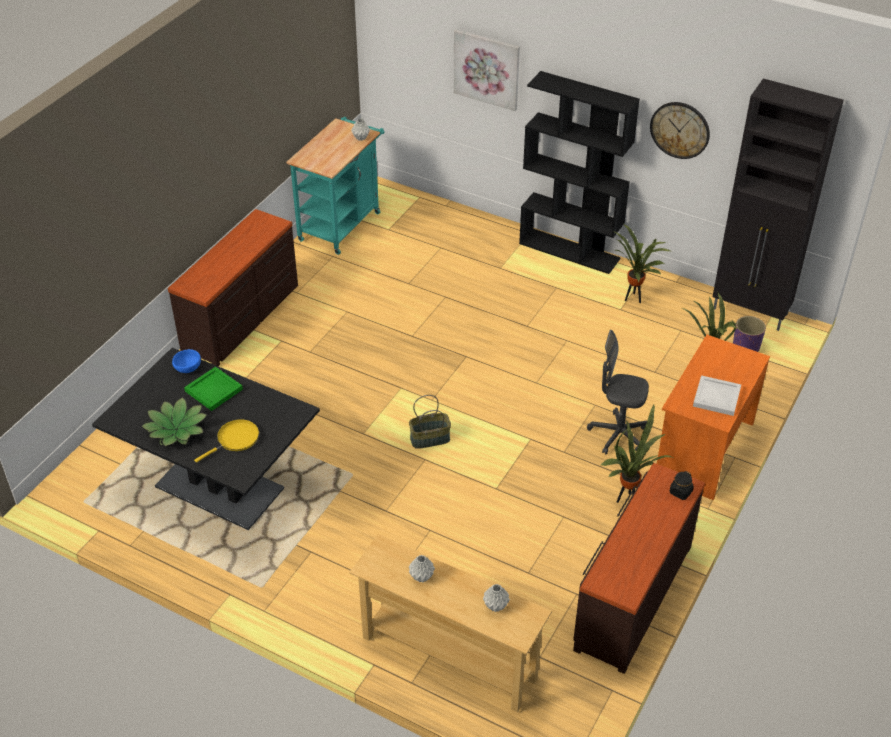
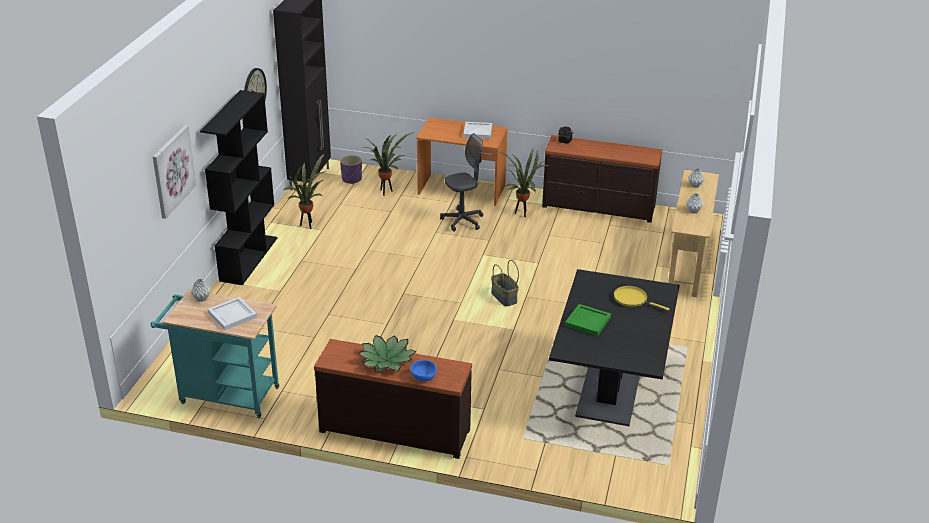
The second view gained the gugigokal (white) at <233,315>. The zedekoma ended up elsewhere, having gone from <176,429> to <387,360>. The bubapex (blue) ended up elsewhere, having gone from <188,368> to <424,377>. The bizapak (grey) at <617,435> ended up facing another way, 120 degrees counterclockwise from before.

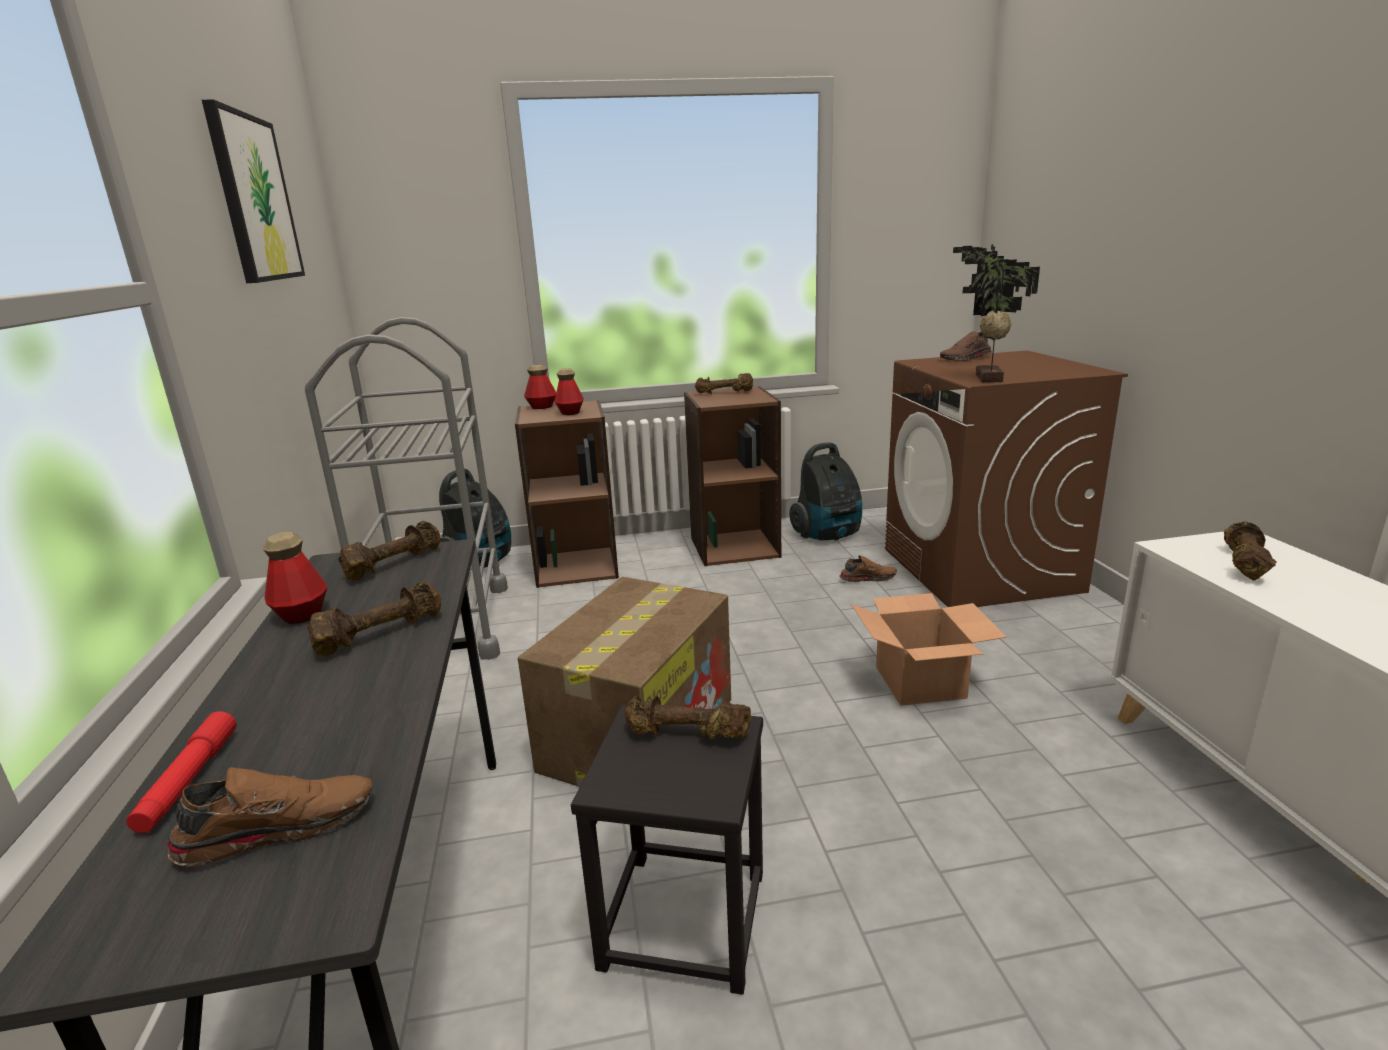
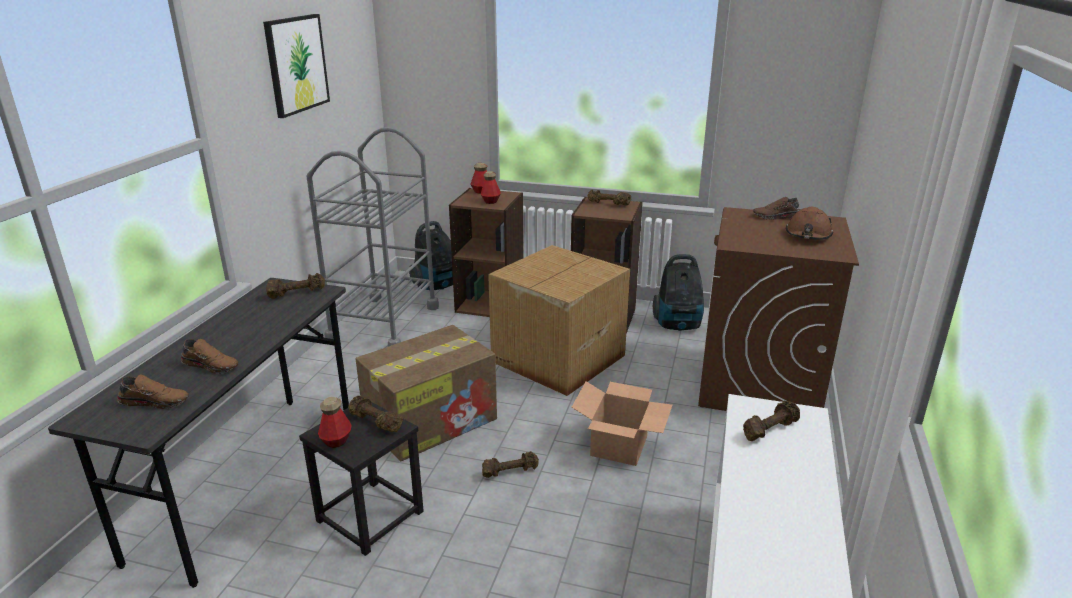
The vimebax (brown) ended up elsewhere, having gone from <867,578> to <212,365>. The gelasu ended up elsewhere, having gone from <302,614> to <336,441>. The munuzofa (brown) ended up elsewhere, having gone from <380,634> to <510,471>. The second view gained the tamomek at <556,358>. The second view gained the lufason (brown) at <808,235>. The second view lost the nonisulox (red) at <188,780>. The second view lost the zedekoma at <986,379>.

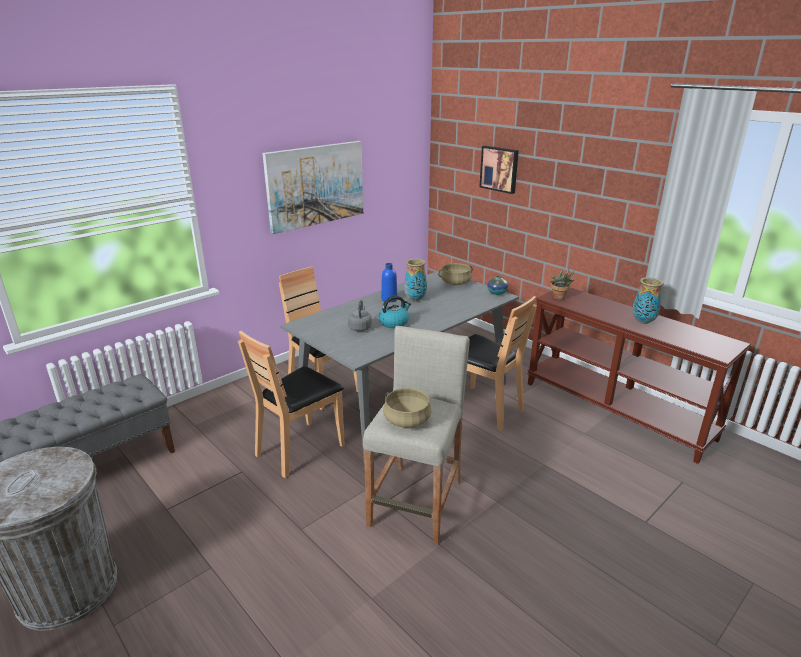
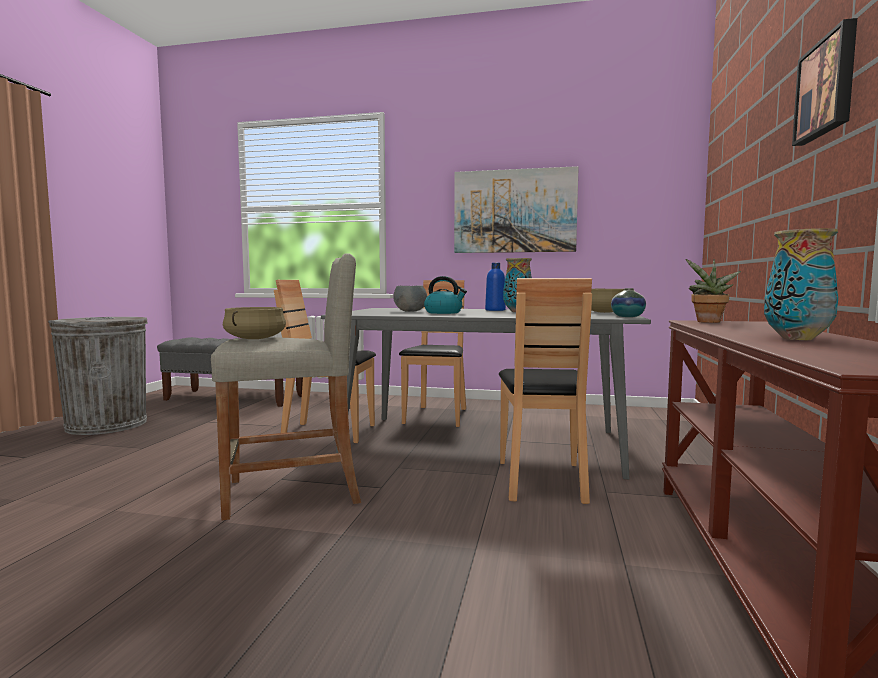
Where the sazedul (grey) stood at <360,327>, the bubapex (grey) came to stand at <410,311>. The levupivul ended up elsewhere, having gone from <499,169> to <827,87>.

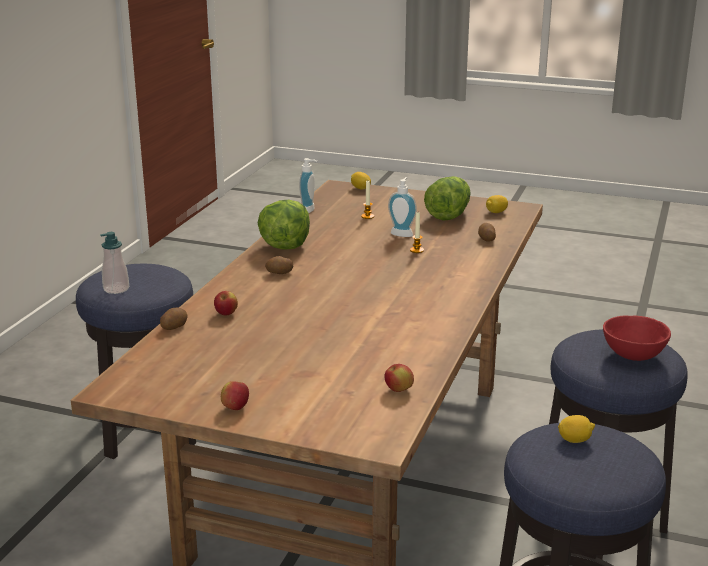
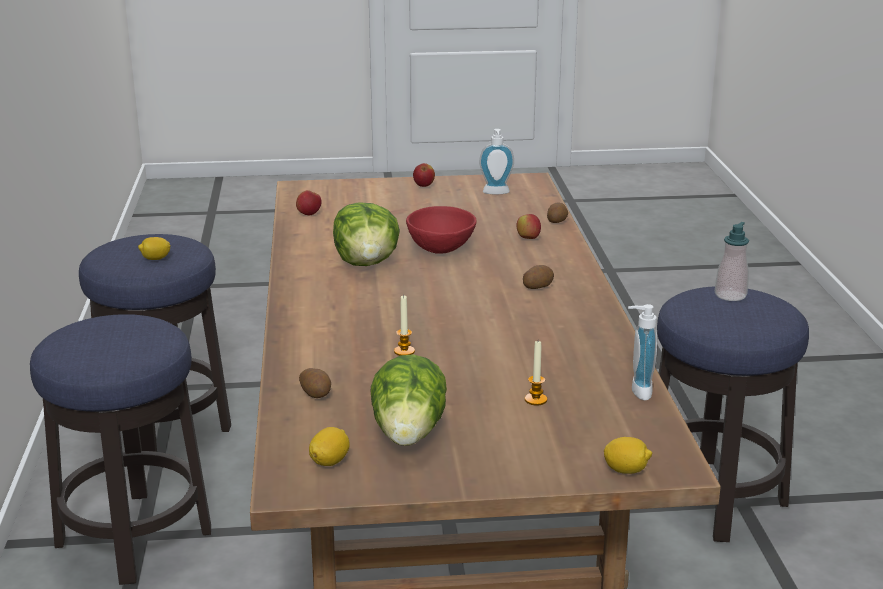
The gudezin ended up elsewhere, having gone from <284,246> to <367,263>. The bubapex (red) ended up elsewhere, having gone from <632,355> to <442,249>. The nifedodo ended up elsewhere, having gone from <402,233> to <496,193>.

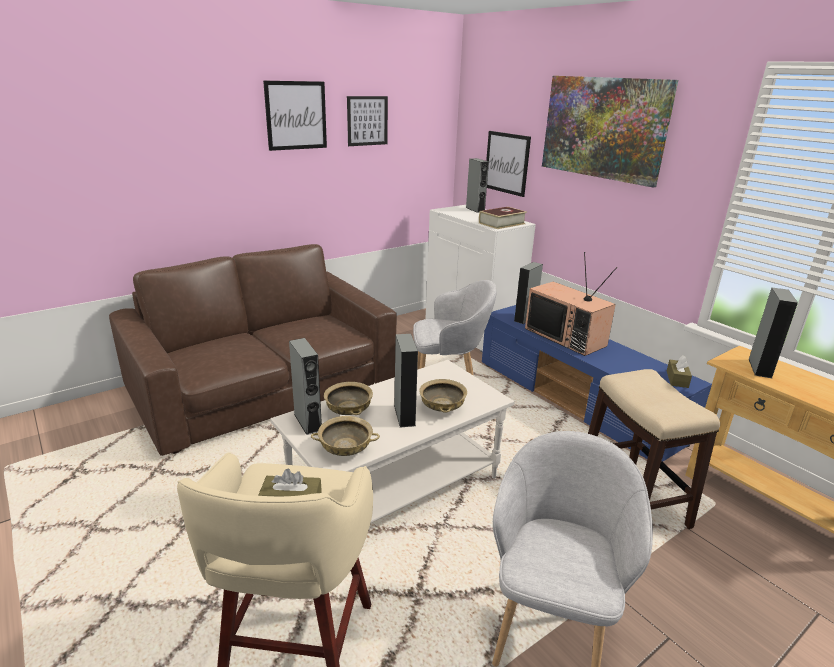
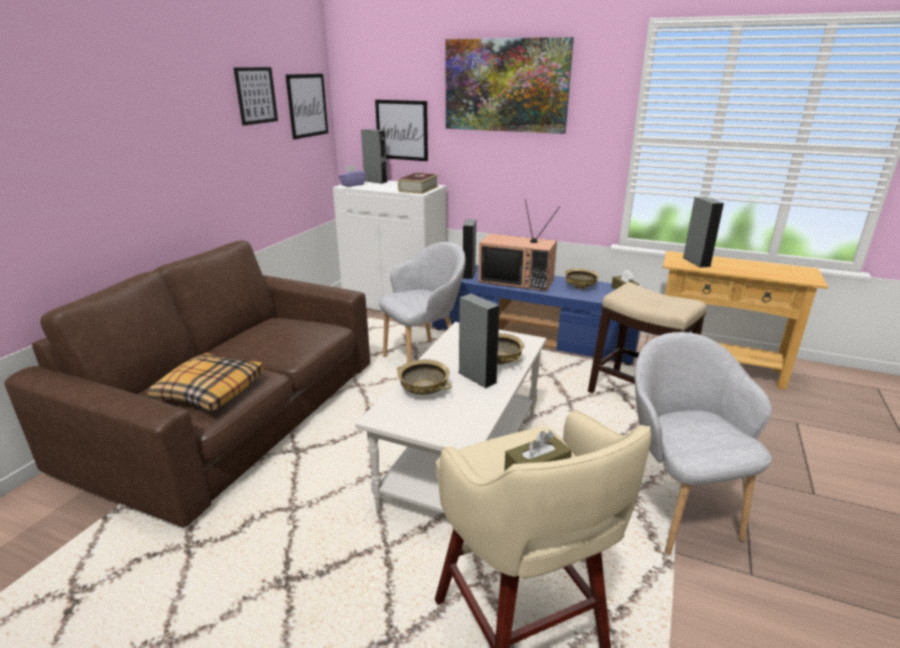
The second view gained the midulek at <209,391>. The levupivul ended up elsewhere, having gone from <296,115> to <307,105>. The second view gained the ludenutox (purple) at <352,185>. The bubapex (beige) ended up elsewhere, having gone from <346,449> to <580,286>. The second view lost the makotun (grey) at <308,422>.

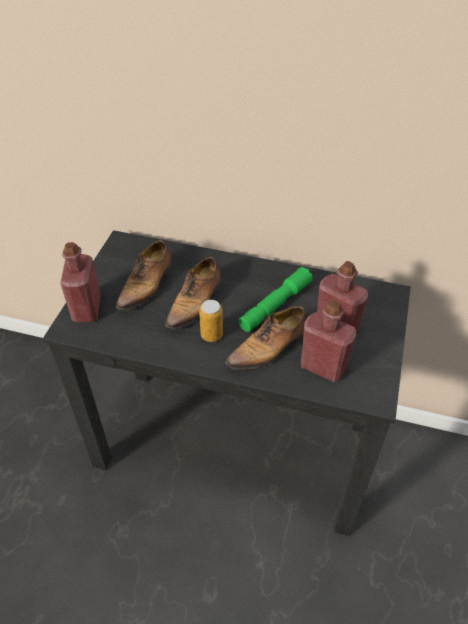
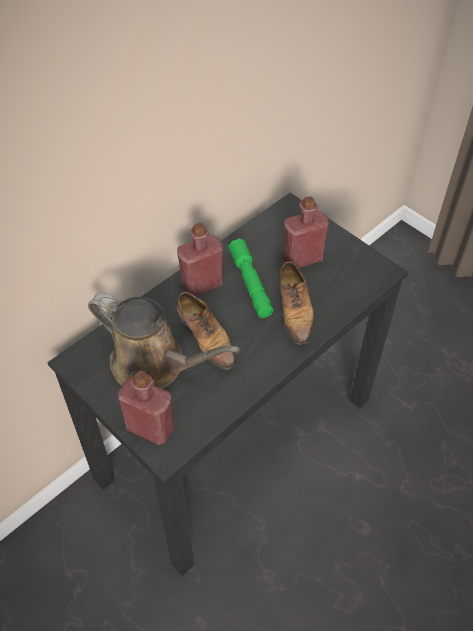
Where the vimebax stood at <147,285>, the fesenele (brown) came to stand at <154,365>. The gelasu (red) ended up elsewhere, having gone from <323,367> to <202,284>. The second view lost the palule at <211,335>.

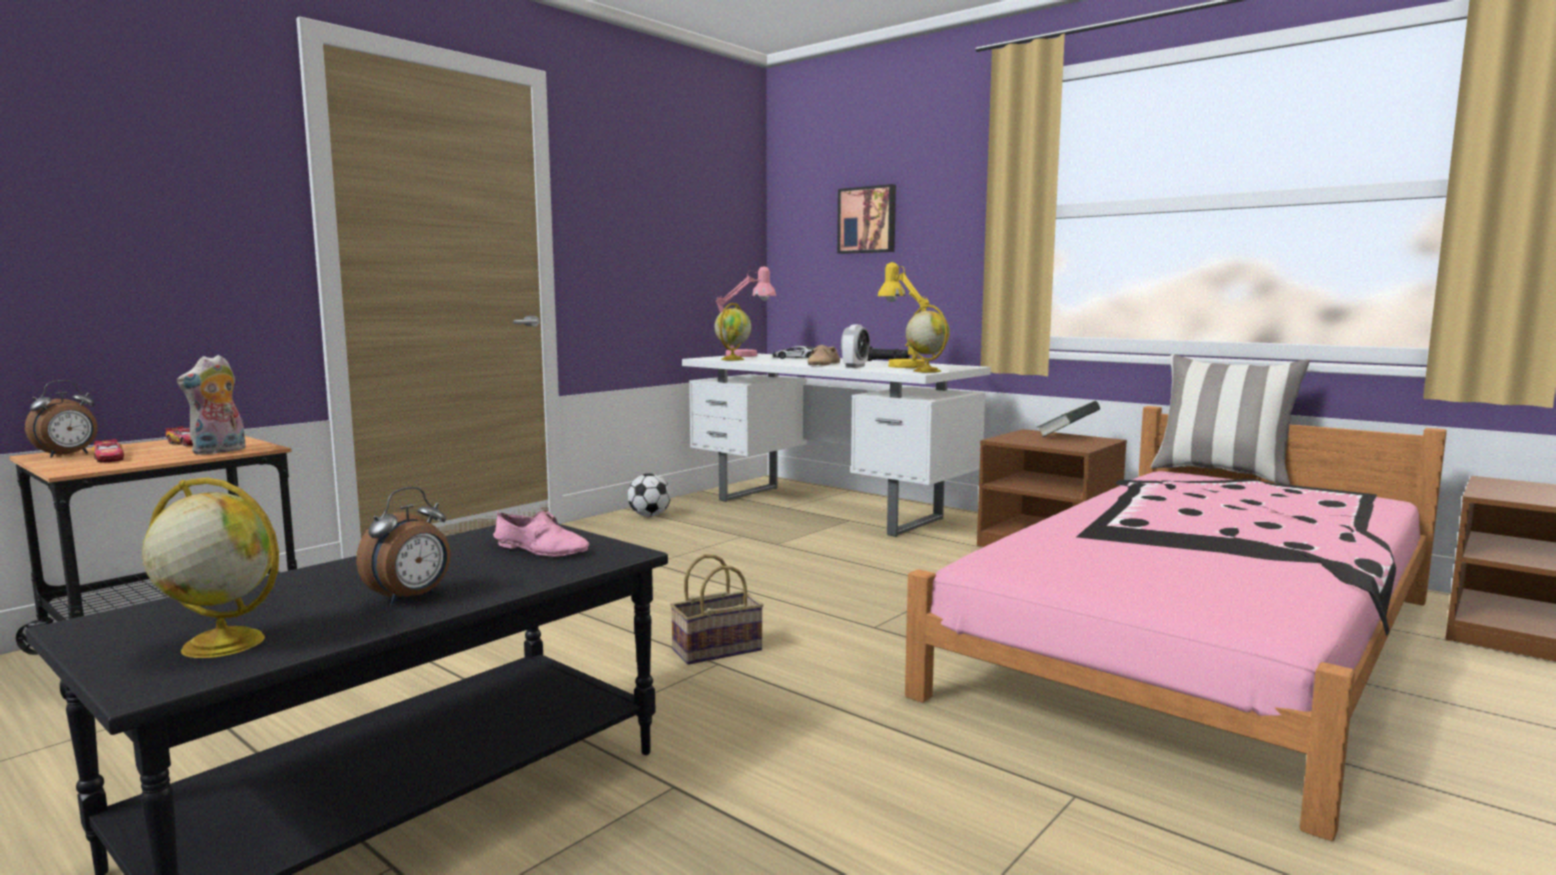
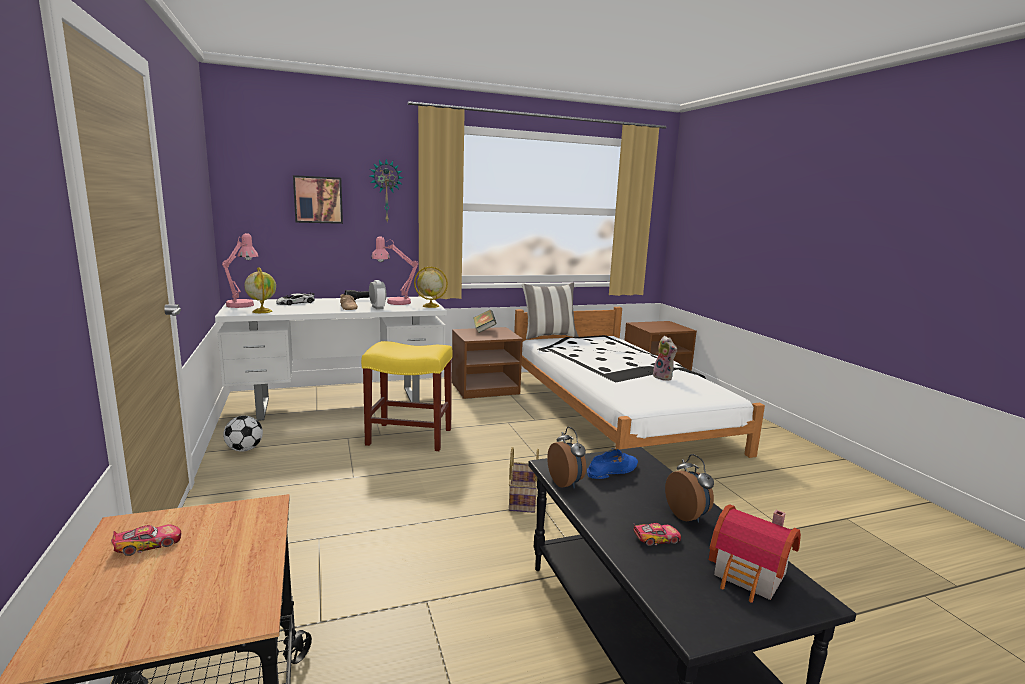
The second view gained the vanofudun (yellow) at <408,437>. The second view gained the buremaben at <386,191>. What was the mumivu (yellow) at <901,366> turned into the mumivu (pink) at <393,302>. What was the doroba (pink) at <1199,643> turned into the doroba (white) at <615,411>. The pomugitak ended up elsewhere, having gone from <68,455> to <566,483>. What was the vimebax (pink) at <542,548> turned into the vimebax (blue) at <611,470>. The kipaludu ended up elsewhere, having gone from <109,459> to <657,539>. The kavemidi ended up elsewhere, having gone from <219,451> to <664,377>. Where the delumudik stood at <220,644>, the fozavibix came to stand at <750,577>.

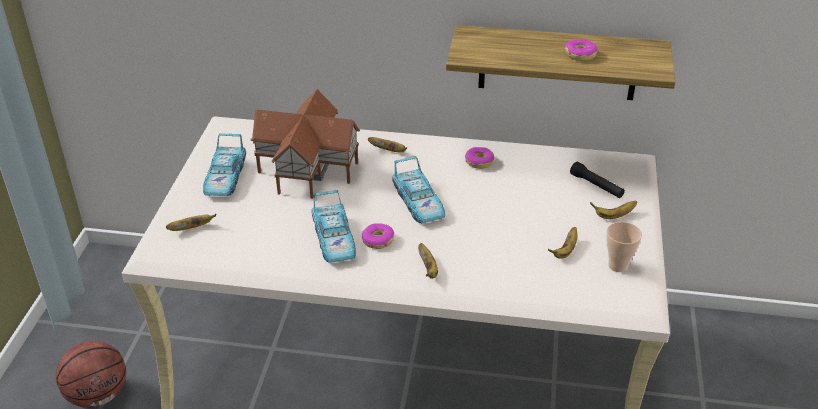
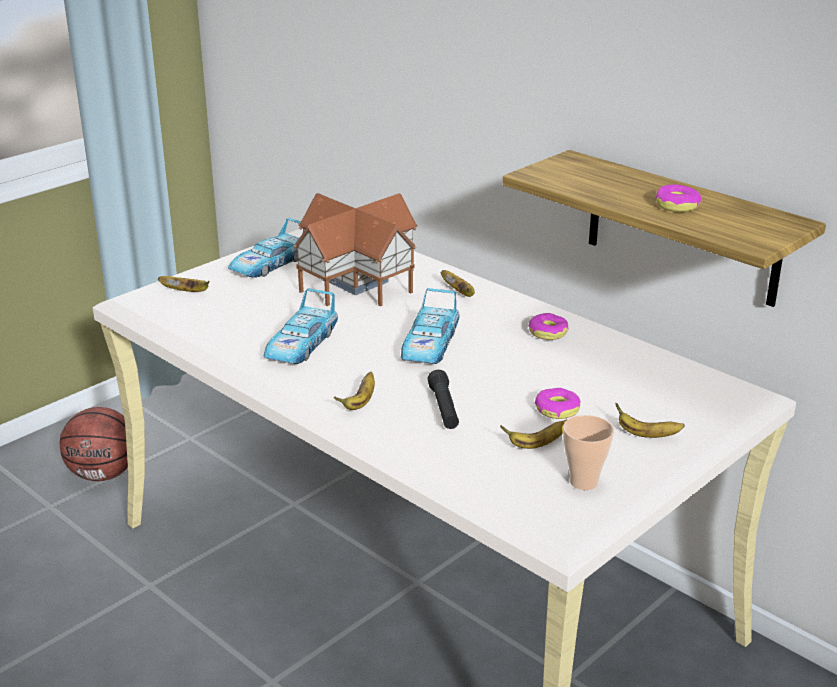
The nonisulox (black) ended up elsewhere, having gone from <596,186> to <444,408>. The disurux ended up elsewhere, having gone from <377,240> to <557,410>.

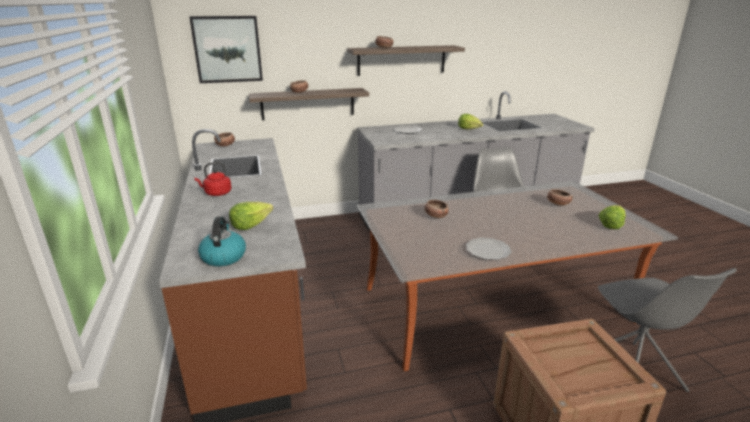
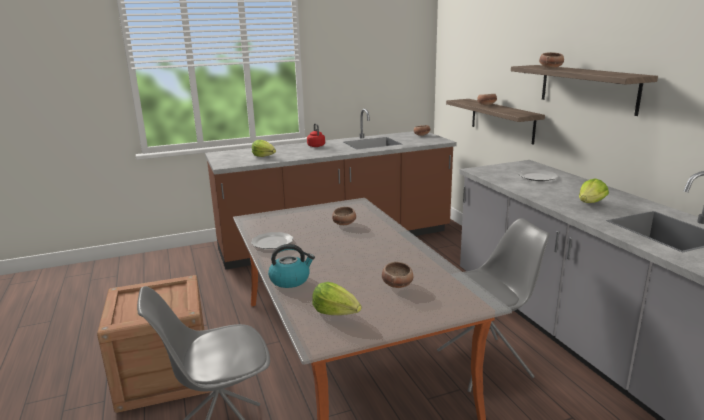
The sazedul ended up elsewhere, having gone from <223,256> to <290,280>. The second view lost the levupivul at <227,49>.

